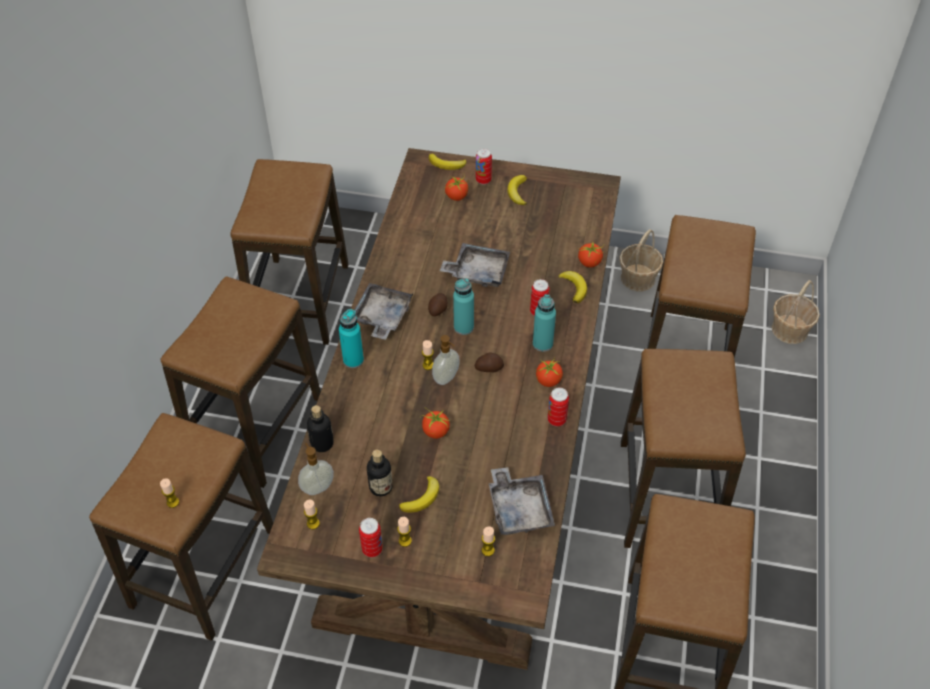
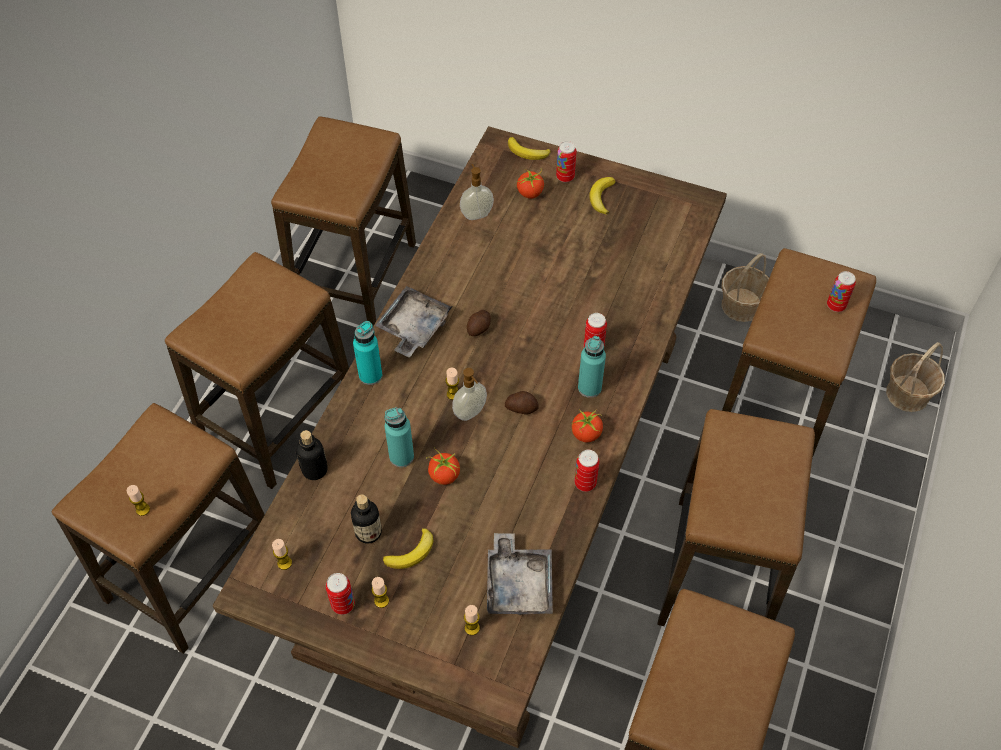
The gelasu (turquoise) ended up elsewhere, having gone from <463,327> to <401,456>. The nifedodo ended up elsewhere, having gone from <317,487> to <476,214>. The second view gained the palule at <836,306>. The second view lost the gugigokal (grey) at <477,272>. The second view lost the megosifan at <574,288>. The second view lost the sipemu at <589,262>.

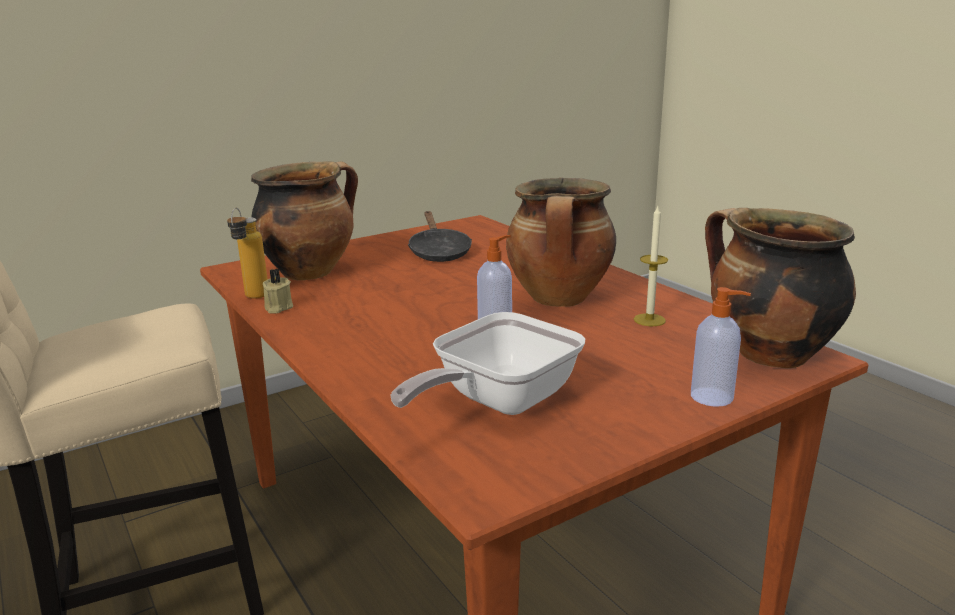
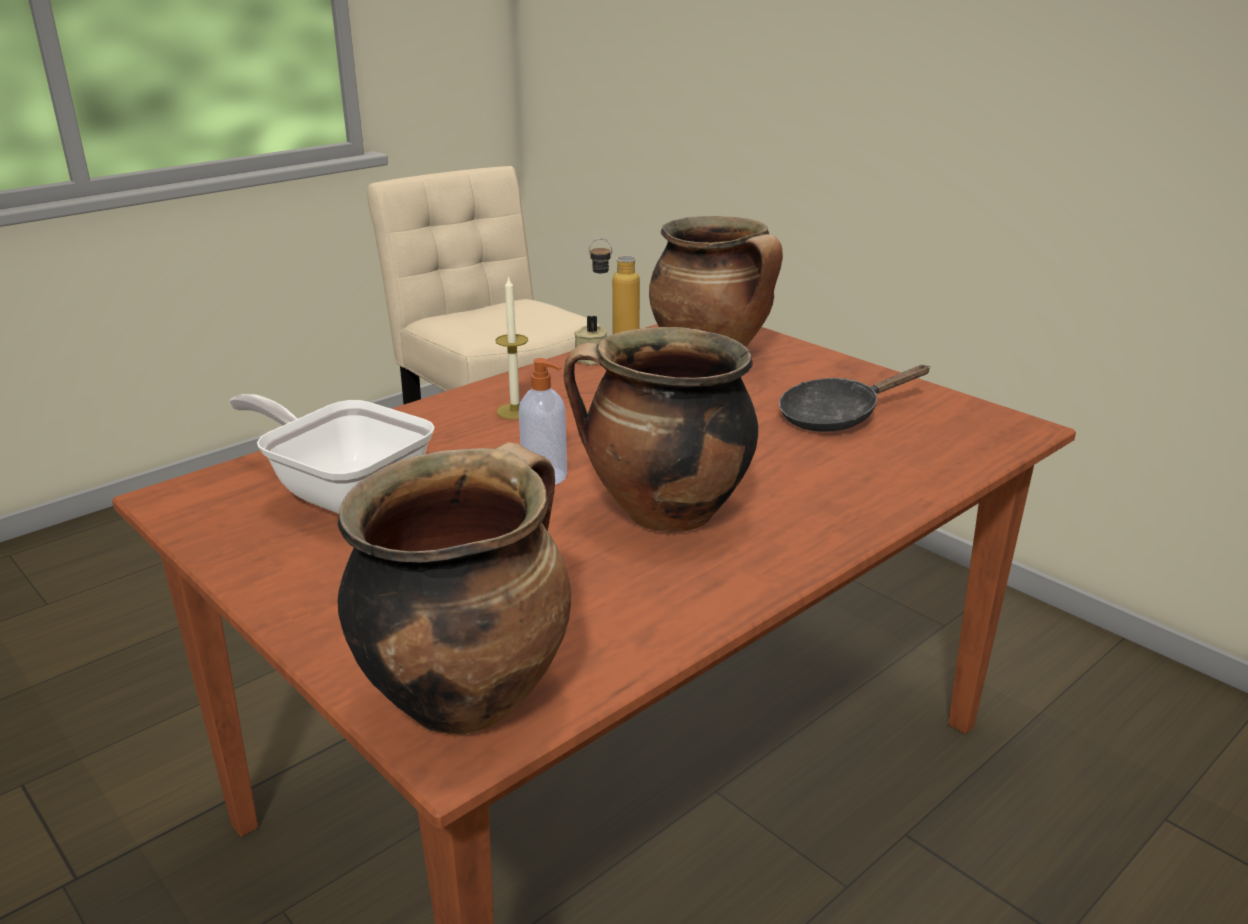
The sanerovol ended up elsewhere, having gone from <649,320> to <515,411>. The second view lost the nifedodo at <713,397>.

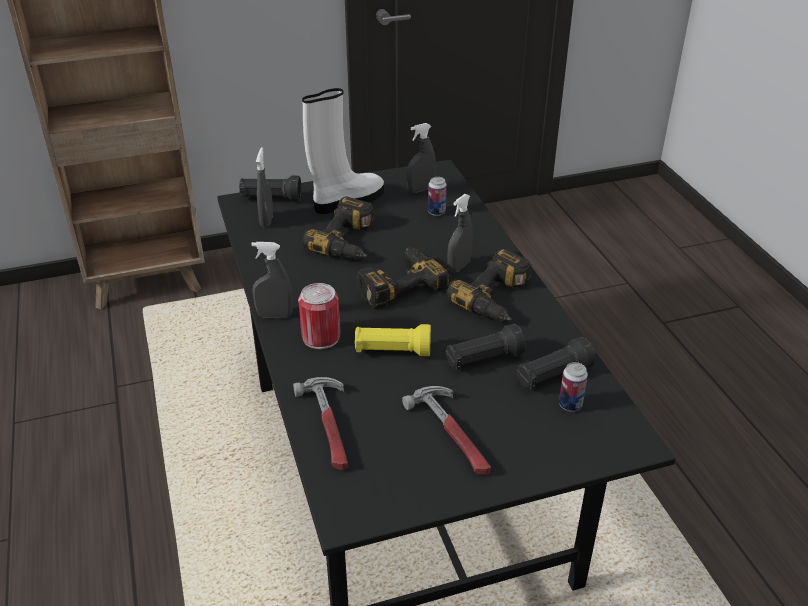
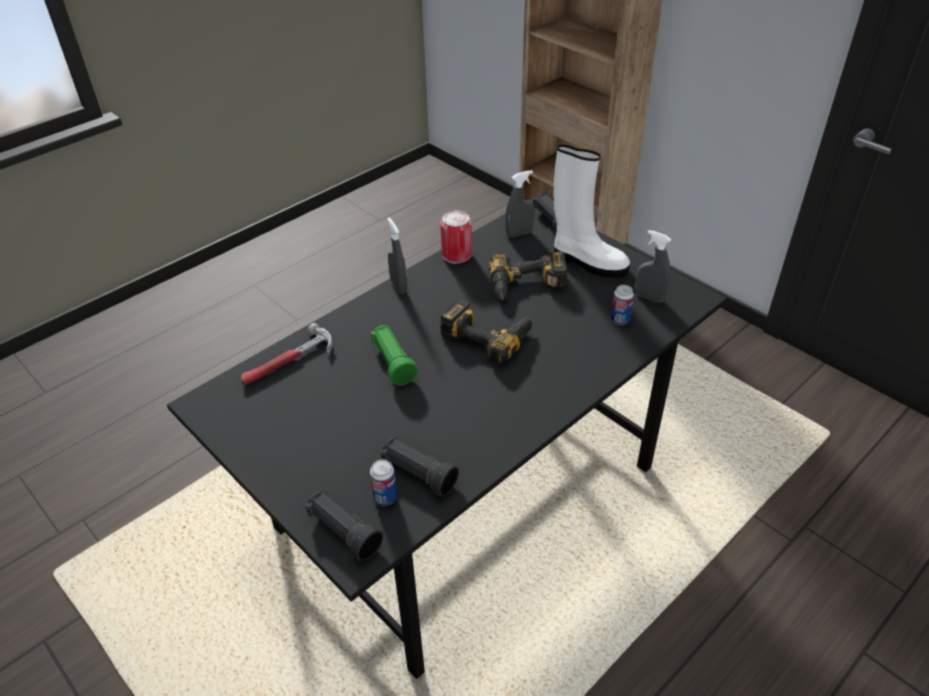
The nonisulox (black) ended up elsewhere, having gone from <483,360> to <344,532>. What was the nonisulox (yellow) at <392,351> turned into the nonisulox (green) at <393,363>. The palule ended up elsewhere, having gone from <321,337> to <457,254>. The second view lost the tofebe at <454,434>. The second view lost the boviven at <498,298>. The second view lost the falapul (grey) at <459,266>.

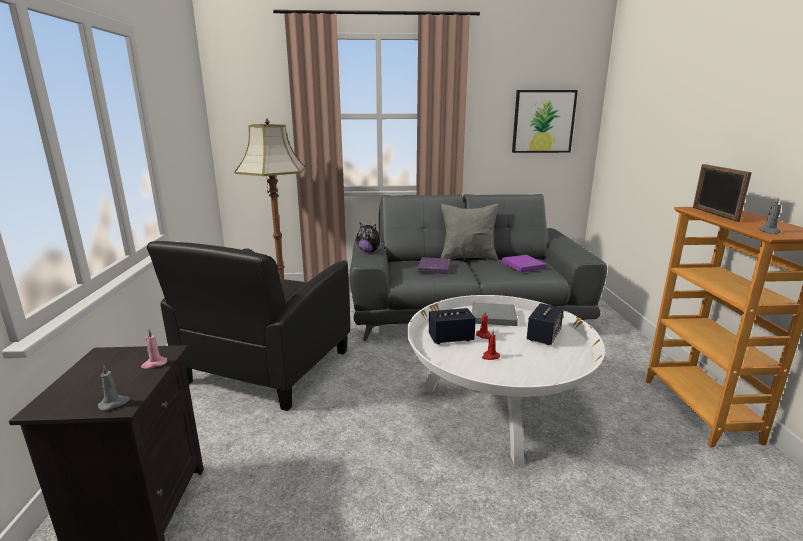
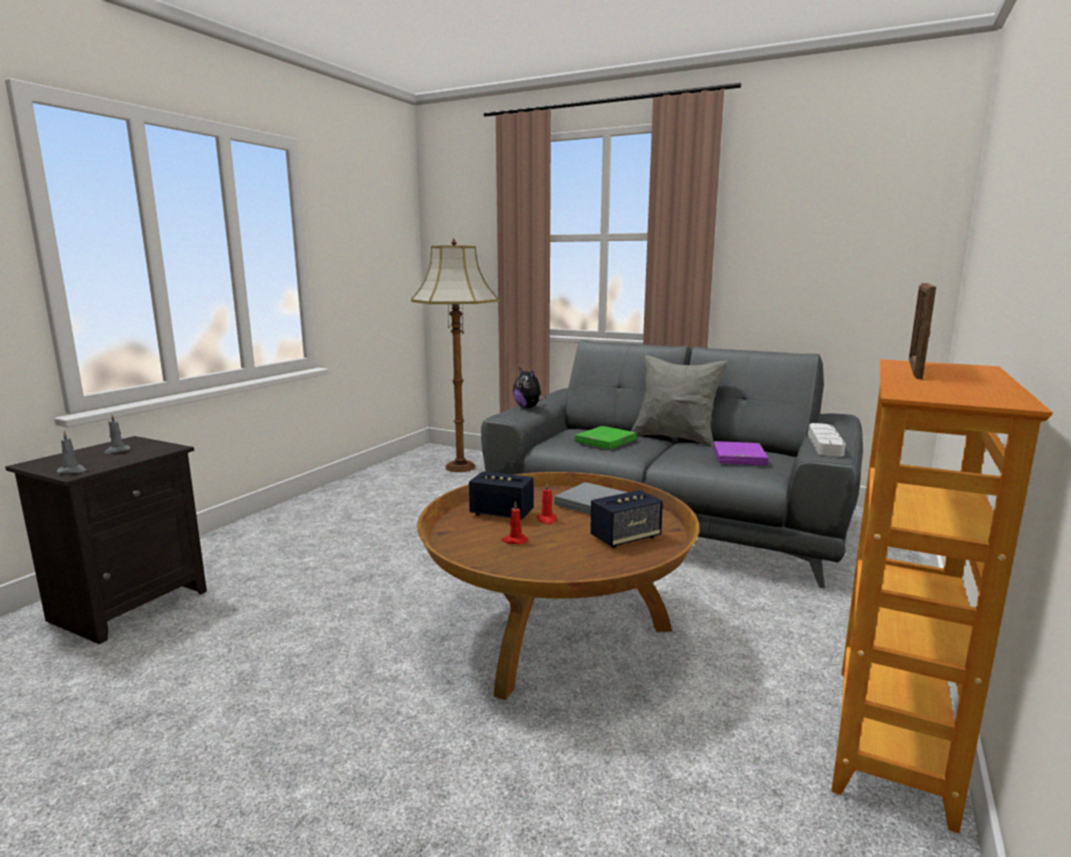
The sanerovol (grey) ended up elsewhere, having gone from <769,231> to <116,451>. What was the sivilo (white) at <495,408> turned into the sivilo (brown) at <557,631>. What was the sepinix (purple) at <434,268> turned into the sepinix (green) at <605,441>. The second view gained the gugigokal (grey) at <824,444>. The second view lost the sanerovol (pink) at <154,364>. The second view lost the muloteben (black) at <267,368>. The second view lost the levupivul at <543,121>.

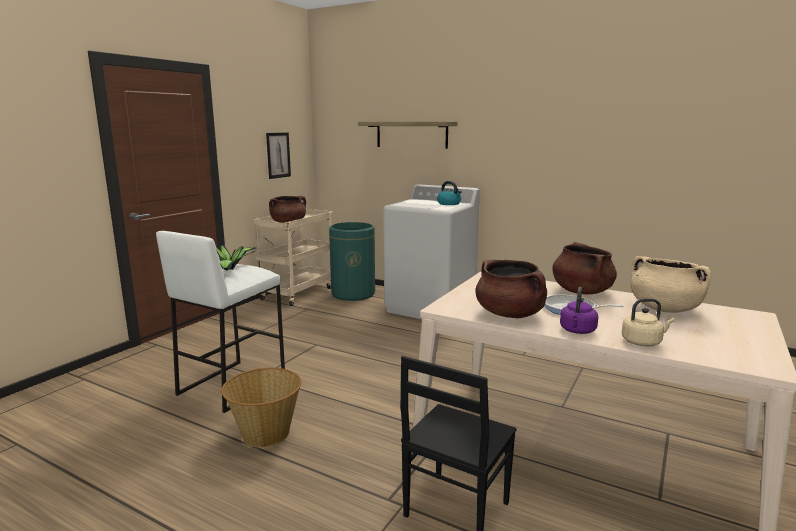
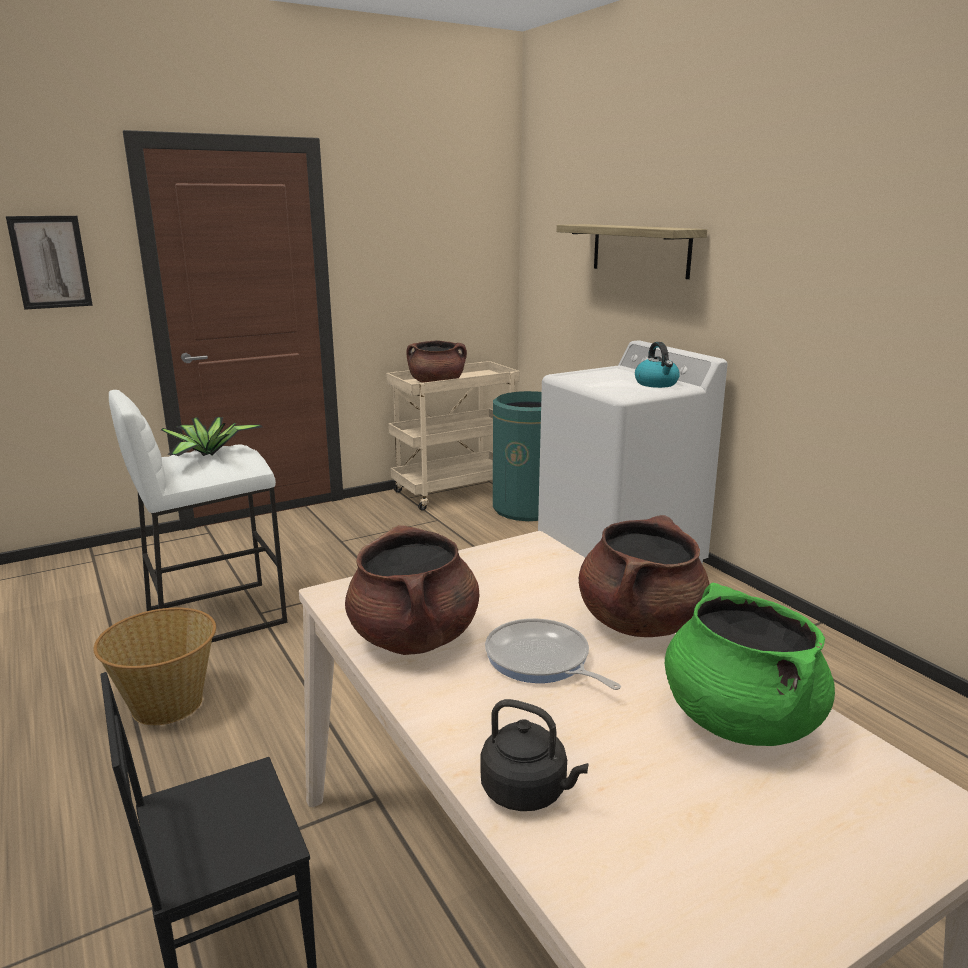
The levupivul ended up elsewhere, having gone from <278,155> to <50,262>. What was the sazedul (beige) at <643,342> turned into the sazedul (black) at <528,792>. What was the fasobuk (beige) at <664,309> turned into the fasobuk (green) at <739,719>. The second view lost the sazedul (purple) at <577,331>.

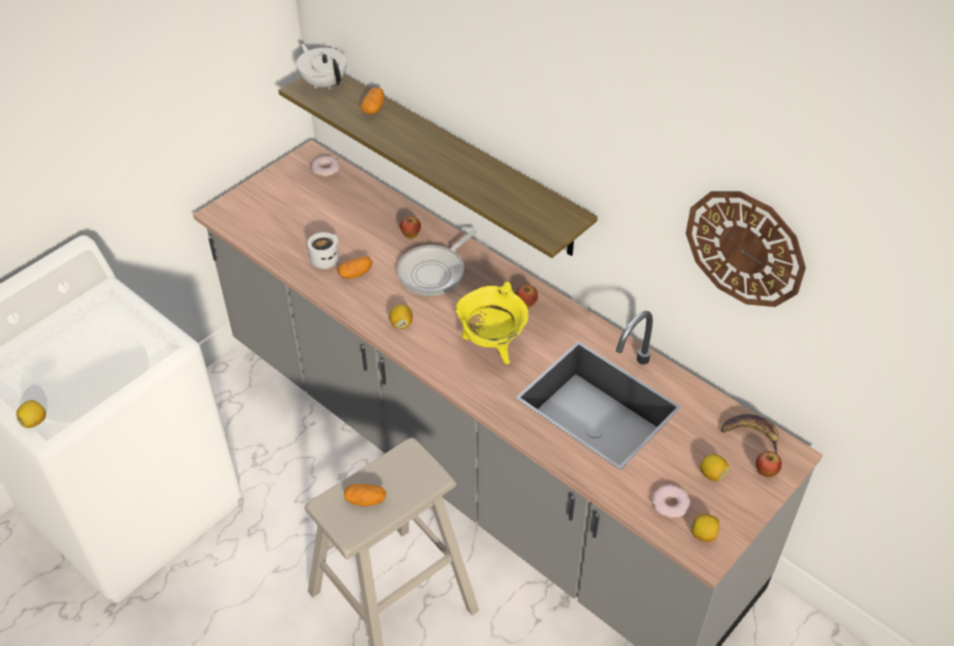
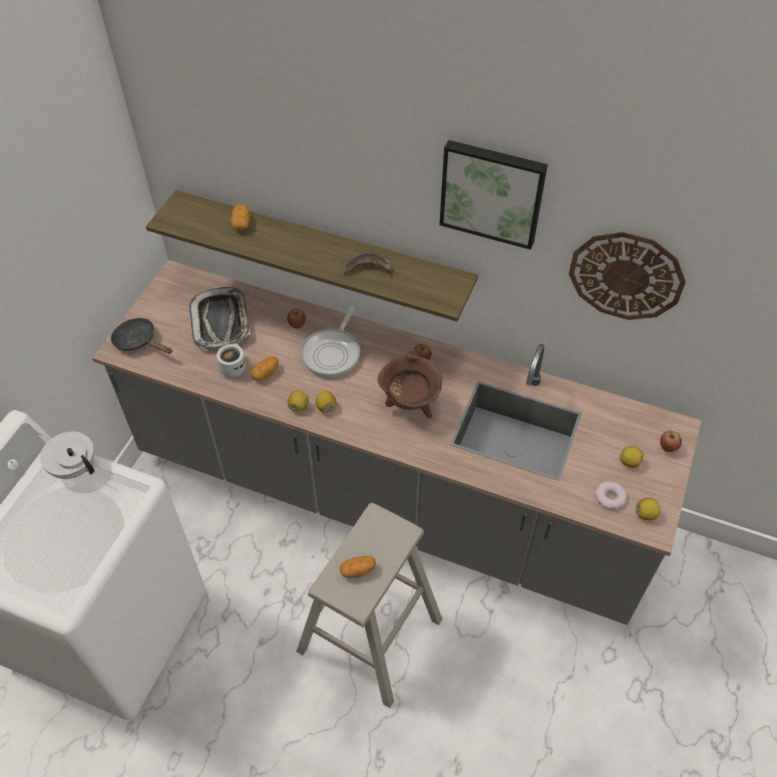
The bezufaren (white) ended up elsewhere, having gone from <324,83> to <74,466>. The second view gained the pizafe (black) at <139,341>. The second view gained the gugigokal at <221,322>. The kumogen ended up elsewhere, having gone from <35,421> to <299,406>. The megosifan ended up elsewhere, having gone from <751,433> to <369,270>. What was the fasobuk (yellow) at <492,345> turned into the fasobuk (brown) at <410,404>. The second view gained the levupivul at <492,192>. The second view lost the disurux at <326,169>.

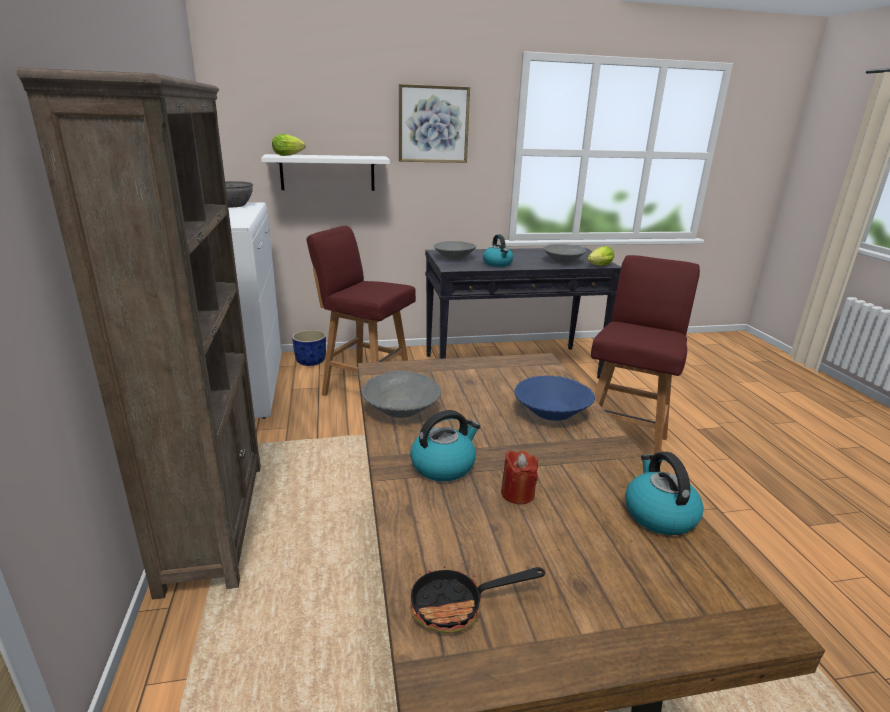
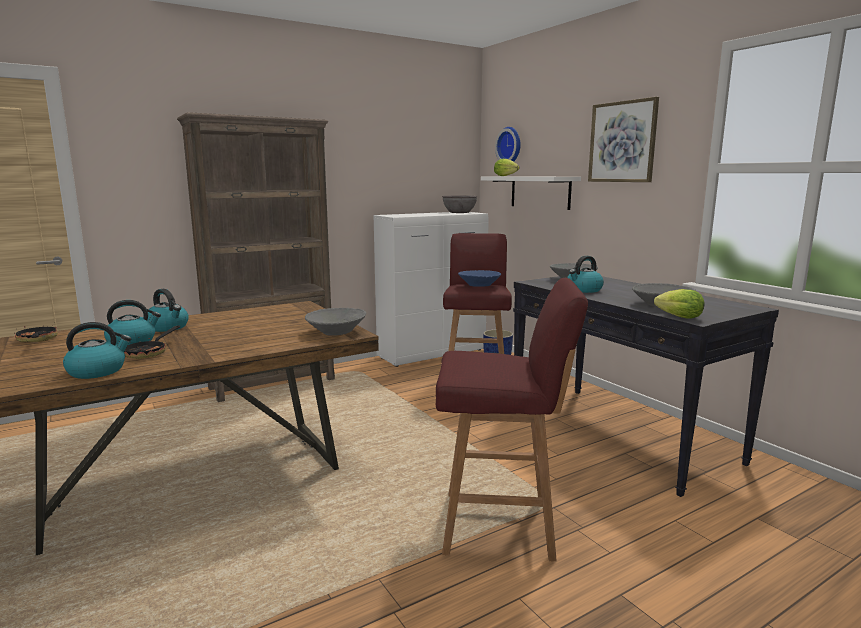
Where the sanerovol (red) stood at <517,493>, the sazedul came to stand at <132,342>. The second view gained the pizafe at <150,352>. The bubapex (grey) ended up elsewhere, having gone from <401,409> to <336,332>. The bubapex (blue) ended up elsewhere, having gone from <551,412> to <479,285>. The second view gained the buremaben at <510,146>.

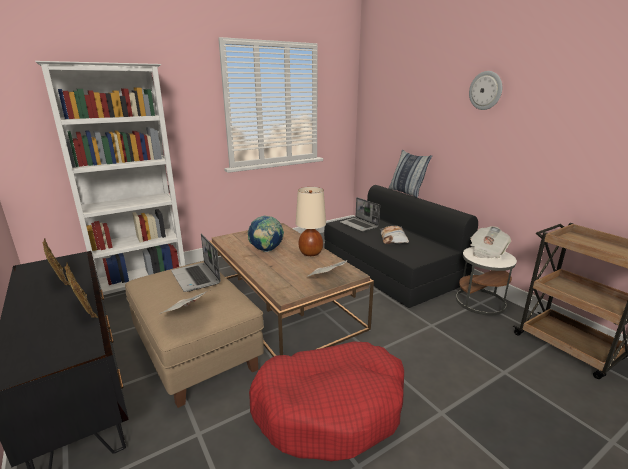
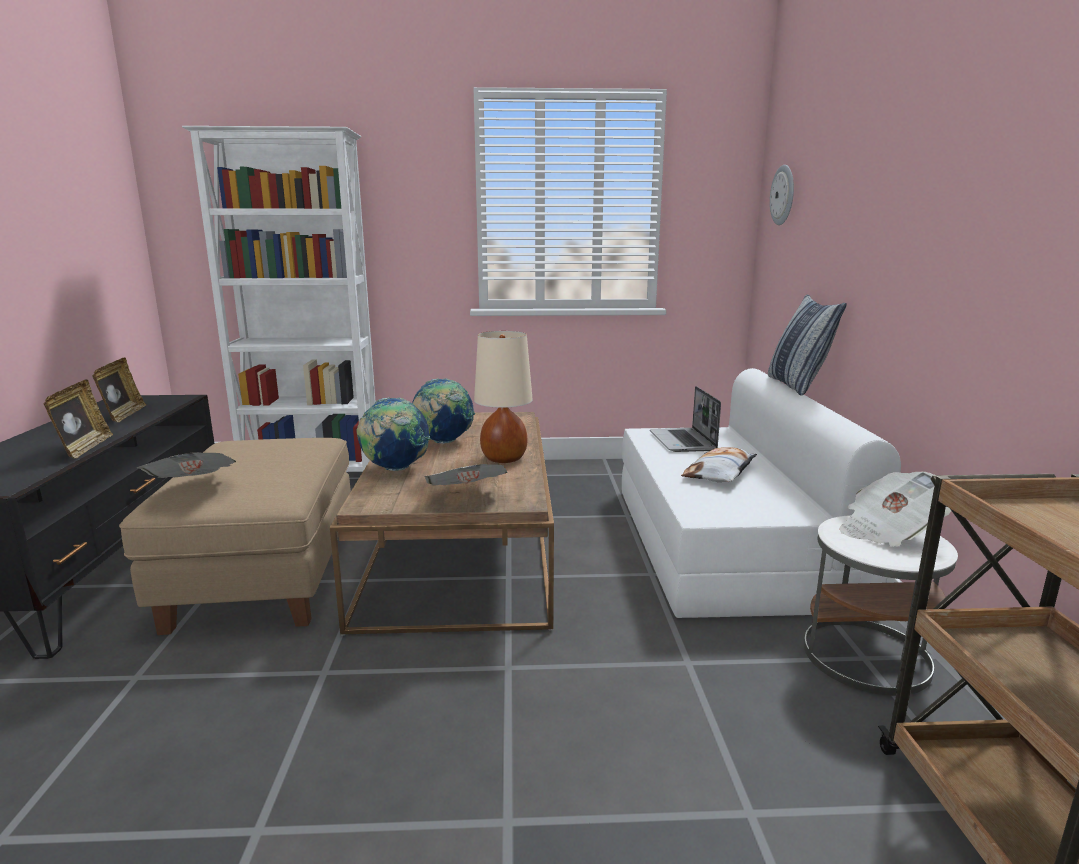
The second view gained the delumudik at <395,469>. What was the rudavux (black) at <391,268> turned into the rudavux (white) at <727,541>. The buremaben ended up elsewhere, having gone from <485,90> to <783,195>. The second view lost the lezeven at <196,278>. The second view lost the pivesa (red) at <330,408>.

